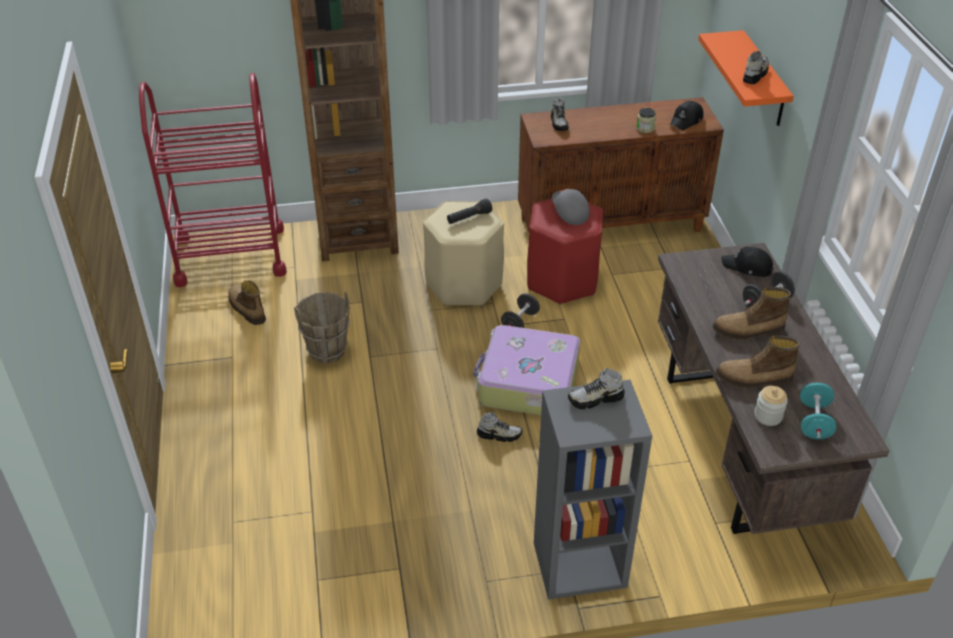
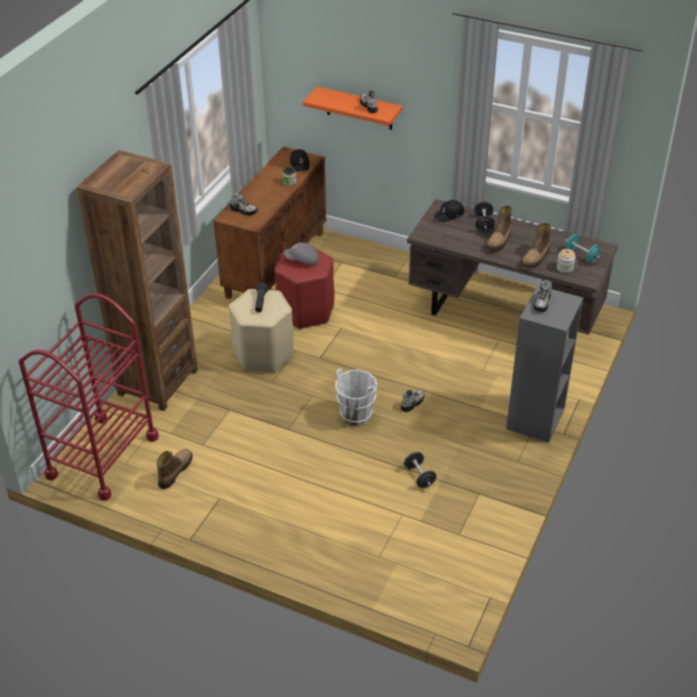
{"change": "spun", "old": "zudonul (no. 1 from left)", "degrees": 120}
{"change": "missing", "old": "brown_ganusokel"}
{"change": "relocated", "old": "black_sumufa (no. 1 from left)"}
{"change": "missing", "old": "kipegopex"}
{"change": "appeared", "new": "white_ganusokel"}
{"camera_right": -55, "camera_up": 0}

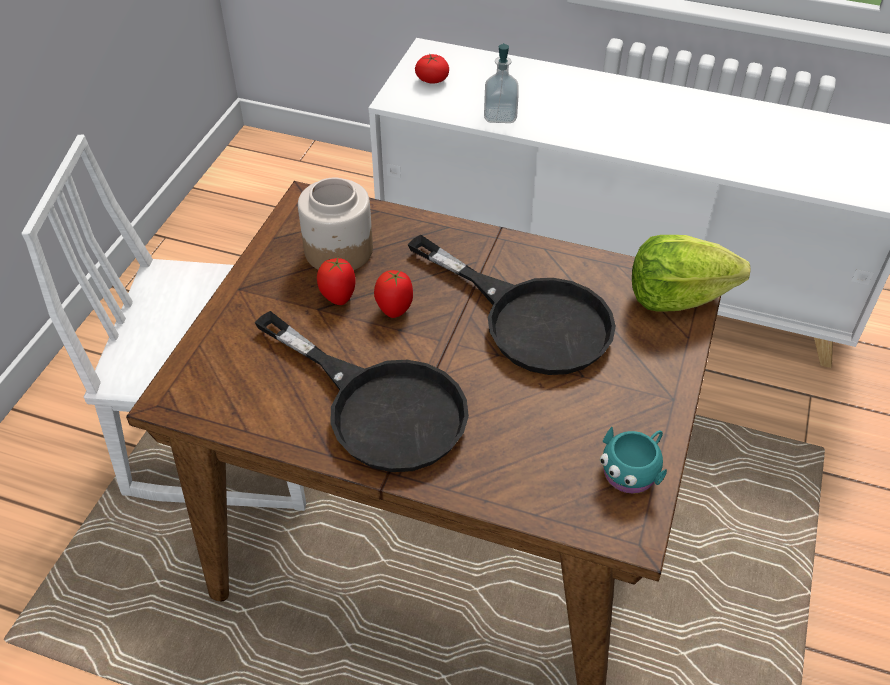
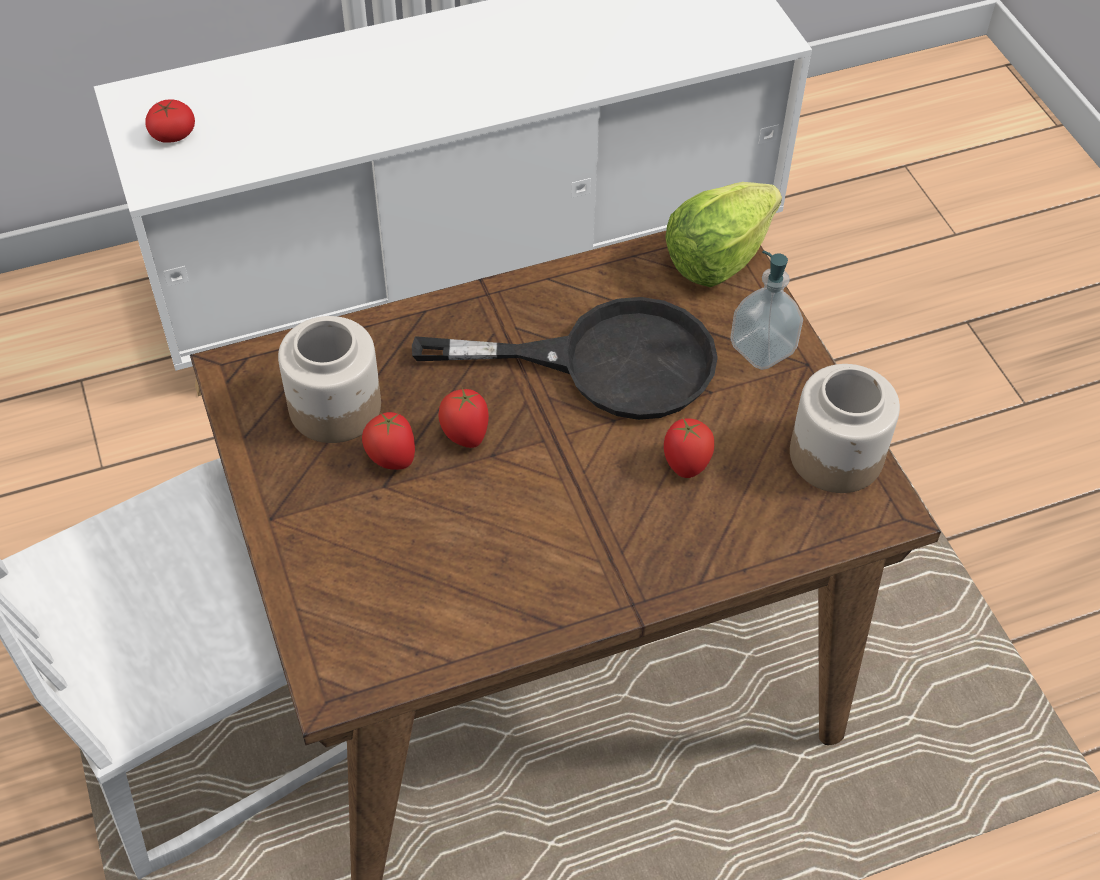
{"change": "relocated", "old": "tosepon"}
{"change": "missing", "old": "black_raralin (no. 1 from left)"}
{"change": "exchanged", "old": "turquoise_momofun", "new": "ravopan (no. 2 from left)"}
{"change": "appeared", "new": "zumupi (no. 4 from left)"}
{"camera_right": -40, "camera_up": 5}

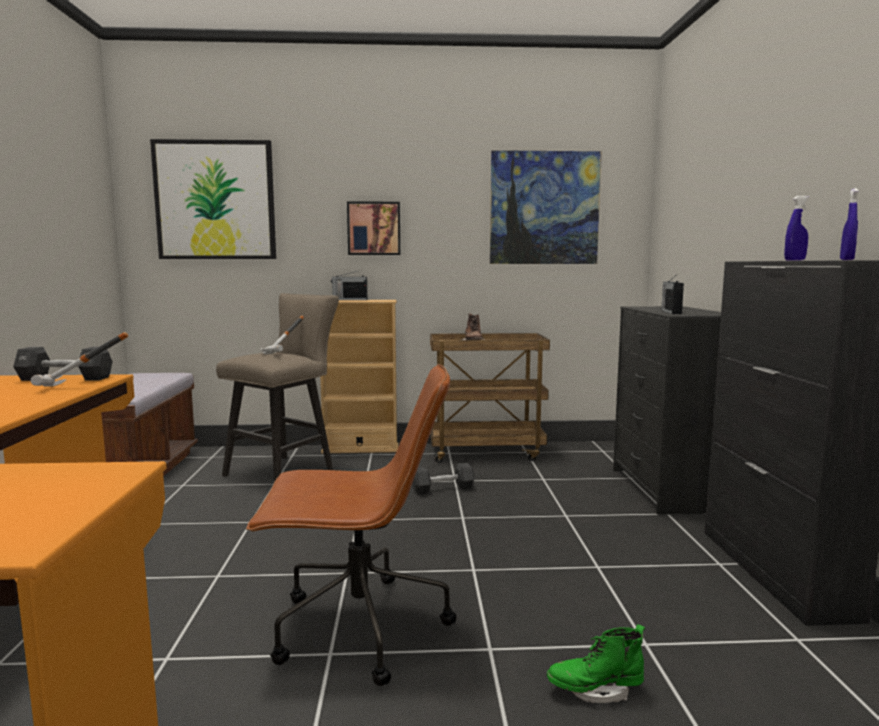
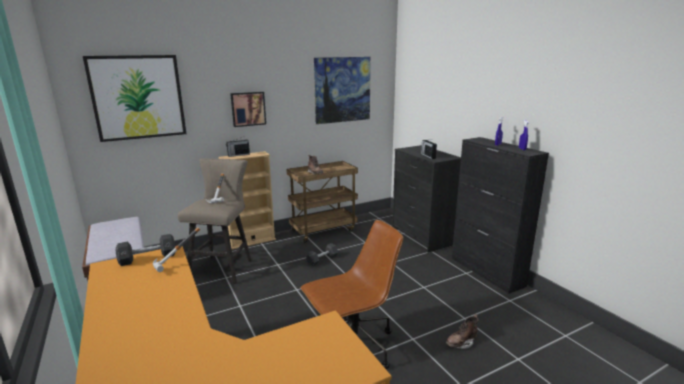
{"change": "colour", "old": "green_zudonul", "new": "brown_zudonul (no. 2 from left)"}
{"camera_right": -25, "camera_up": 10}

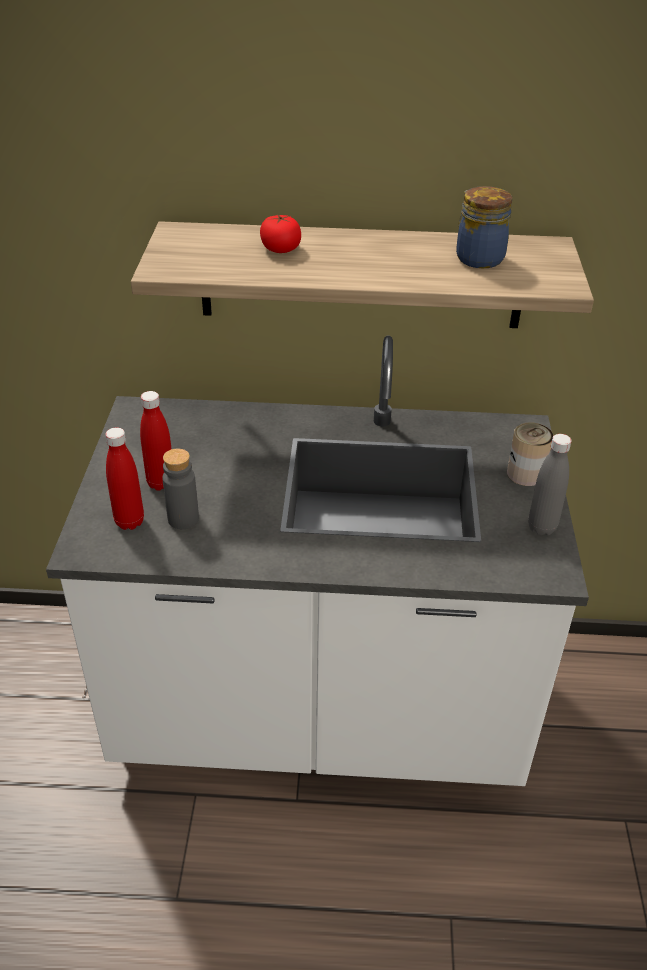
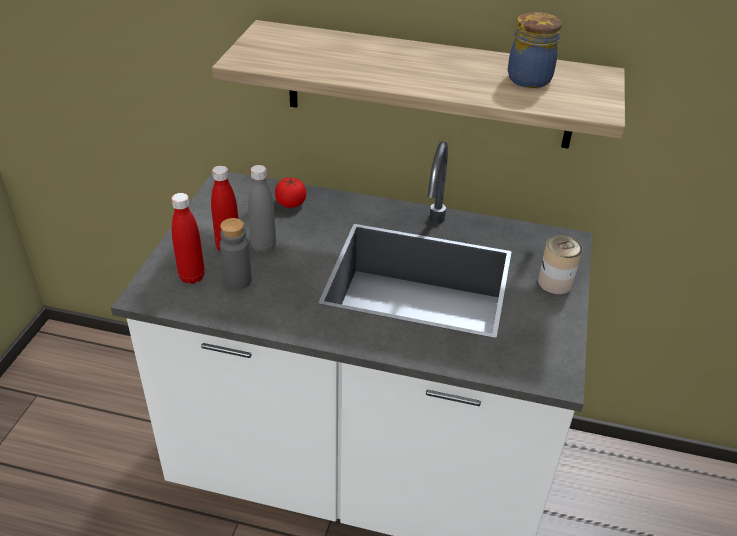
{"change": "relocated", "old": "zumupi"}
{"change": "relocated", "old": "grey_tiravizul (no. 2 from left)"}
{"camera_right": 10, "camera_up": 0}

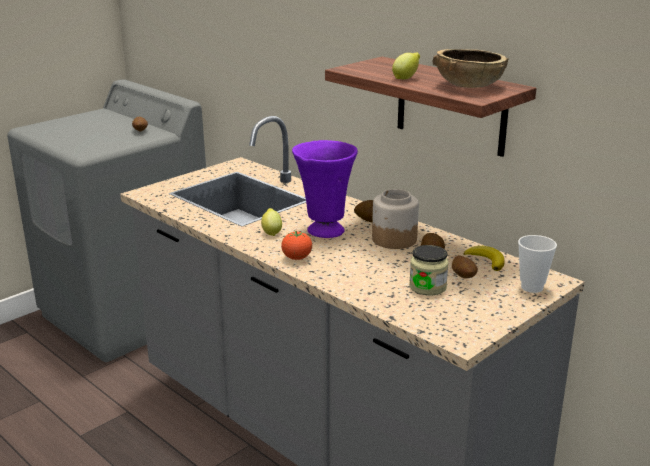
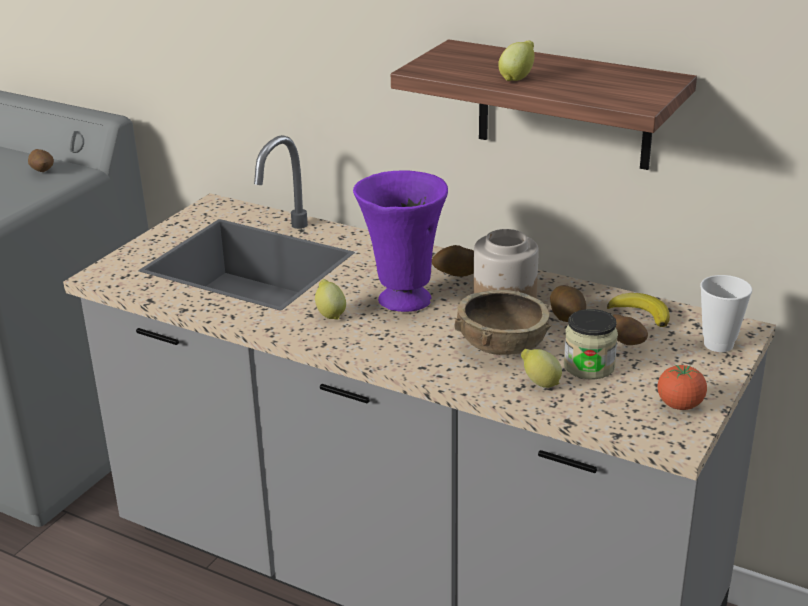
{"change": "relocated", "old": "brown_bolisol"}
{"change": "relocated", "old": "zumupi"}
{"change": "appeared", "new": "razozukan (no. 3 from left)"}
{"camera_right": -15, "camera_up": 5}

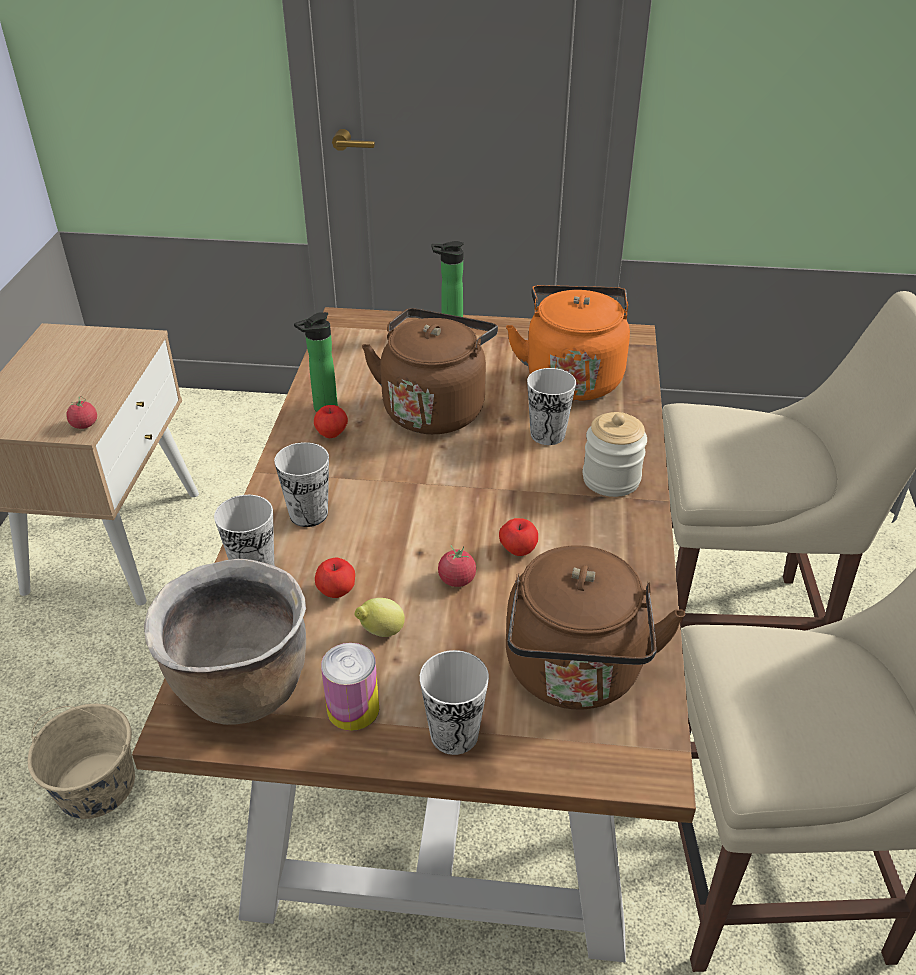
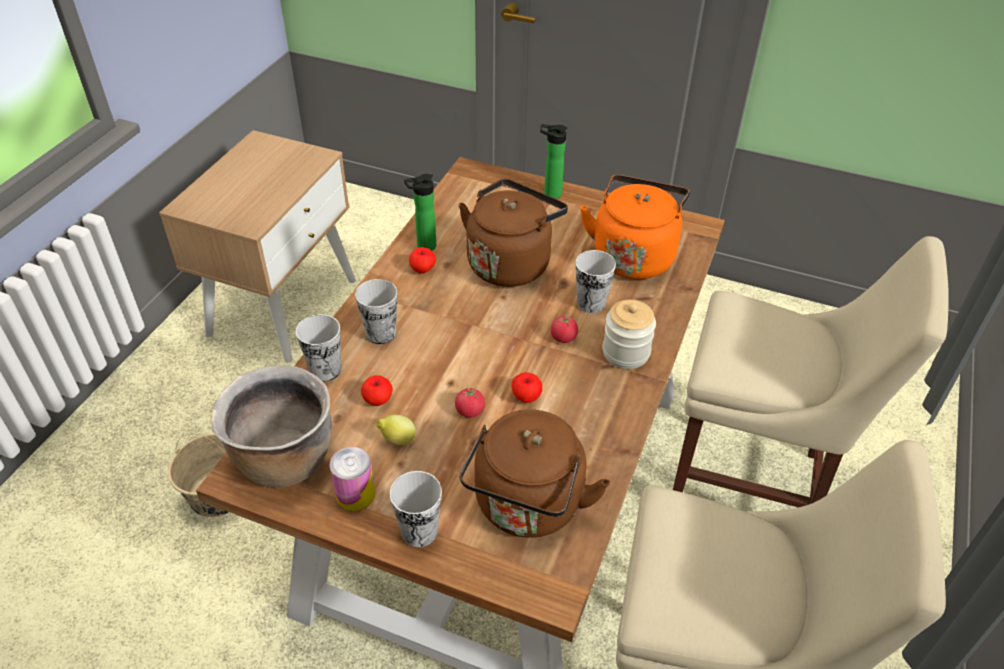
{"change": "relocated", "old": "zumupi (no. 1 from left in the first image)", "new": "zumupi (no. 2 from left)"}
{"camera_right": 15, "camera_up": 5}

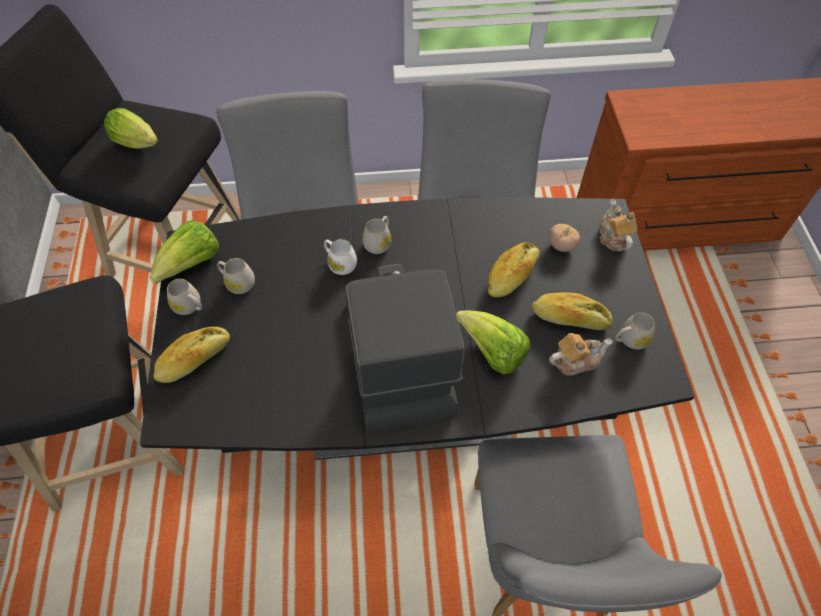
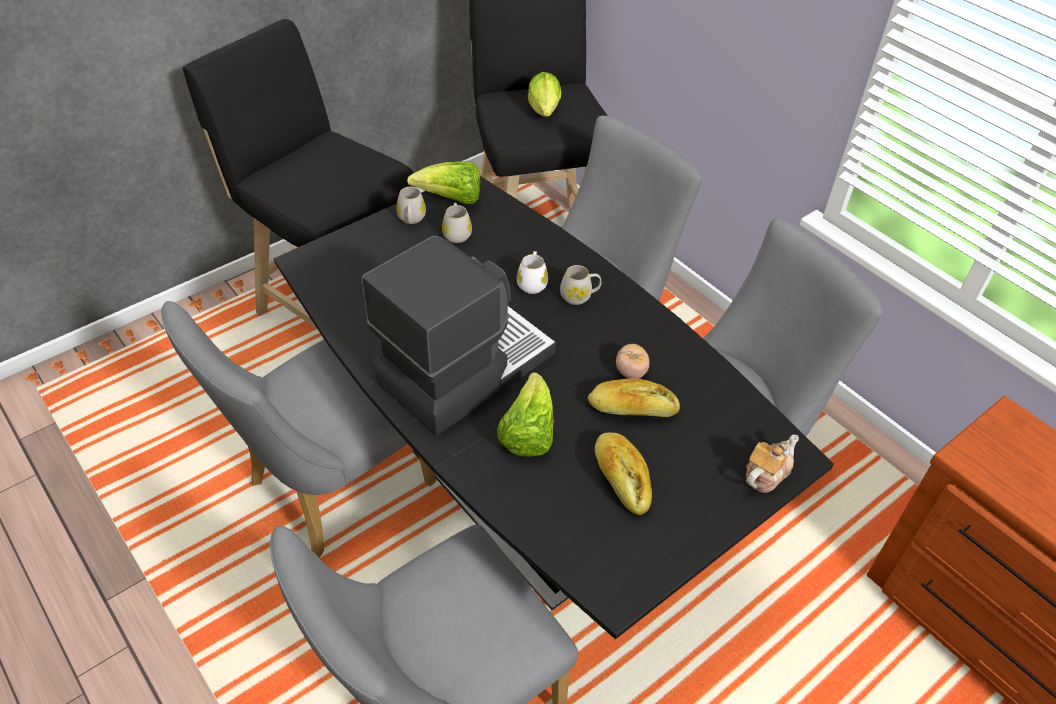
{"change": "relocated", "old": "zumupi"}
{"change": "missing", "old": "white_momofun (no. 5 from left)"}
{"change": "missing", "old": "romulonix (no. 1 from left)"}
{"change": "missing", "old": "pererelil (no. 1 from left)"}
{"change": "appeared", "new": "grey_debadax (no. 1 from left)"}
{"camera_right": 55, "camera_up": -10}

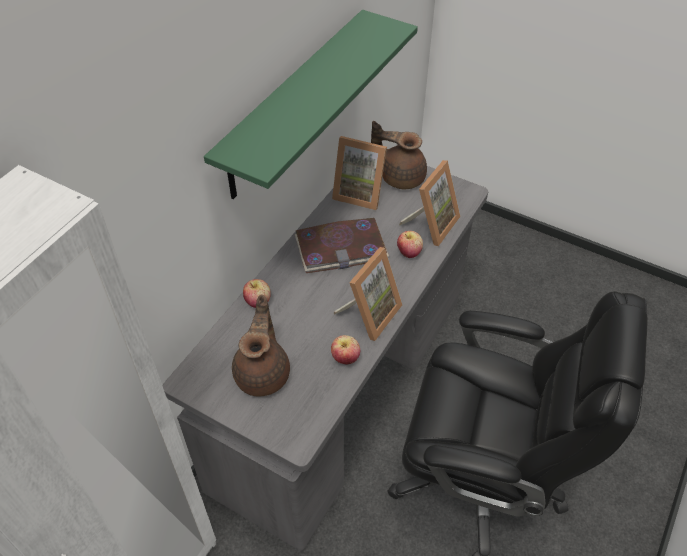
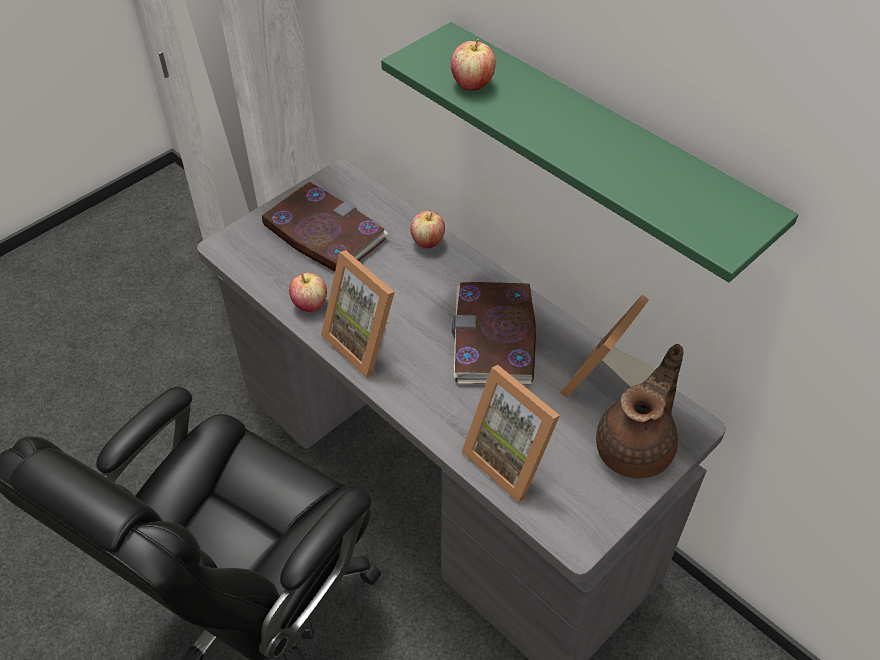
{"change": "relocated", "old": "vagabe (no. 3 from left)"}
{"change": "exchanged", "old": "brown_pererelil (no. 1 from left)", "new": "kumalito (no. 1 from left)"}
{"camera_right": 105, "camera_up": 0}

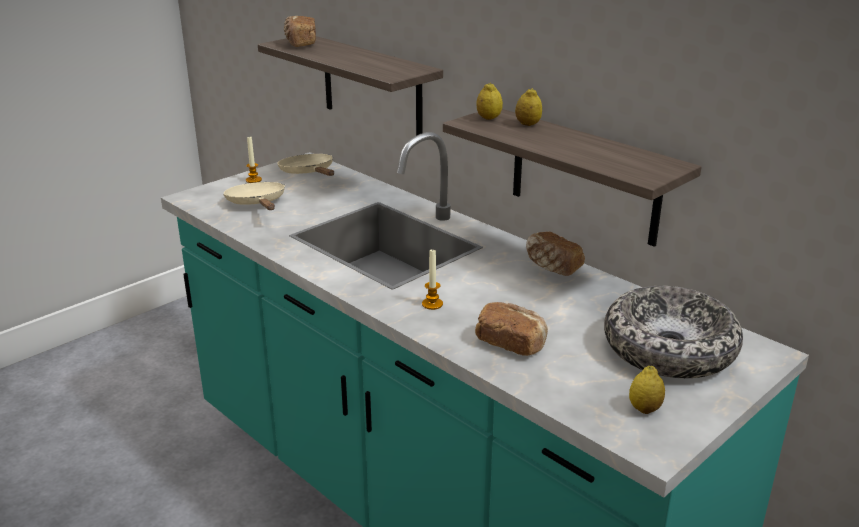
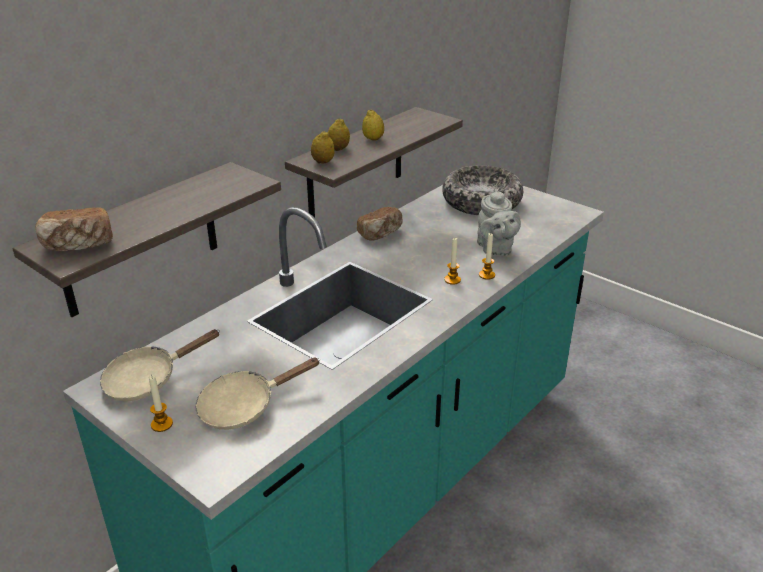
{"change": "exchanged", "old": "romulonix (no. 2 from left)", "new": "grey_pererelil"}
{"change": "relocated", "old": "razozukan (no. 3 from left)"}
{"change": "appeared", "new": "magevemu (no. 3 from left)"}
{"camera_right": -95, "camera_up": 5}

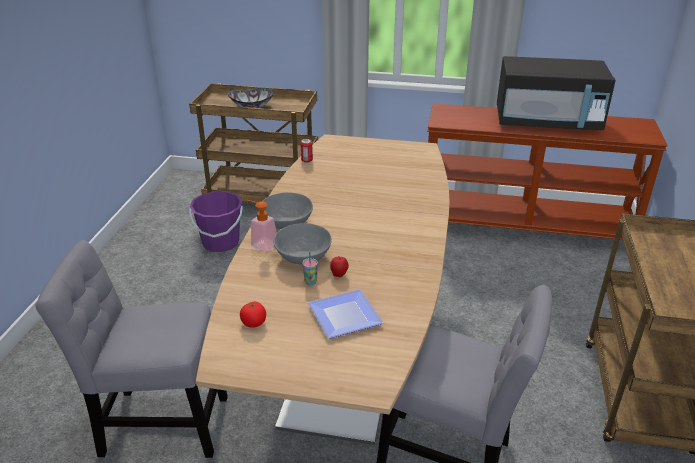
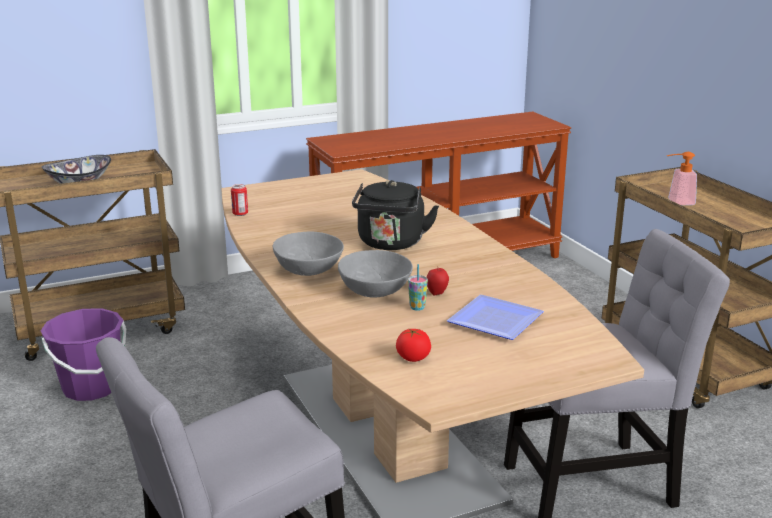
{"change": "missing", "old": "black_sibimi"}
{"change": "relocated", "old": "tosepon"}
{"change": "appeared", "new": "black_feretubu"}
{"camera_right": -35, "camera_up": -10}

